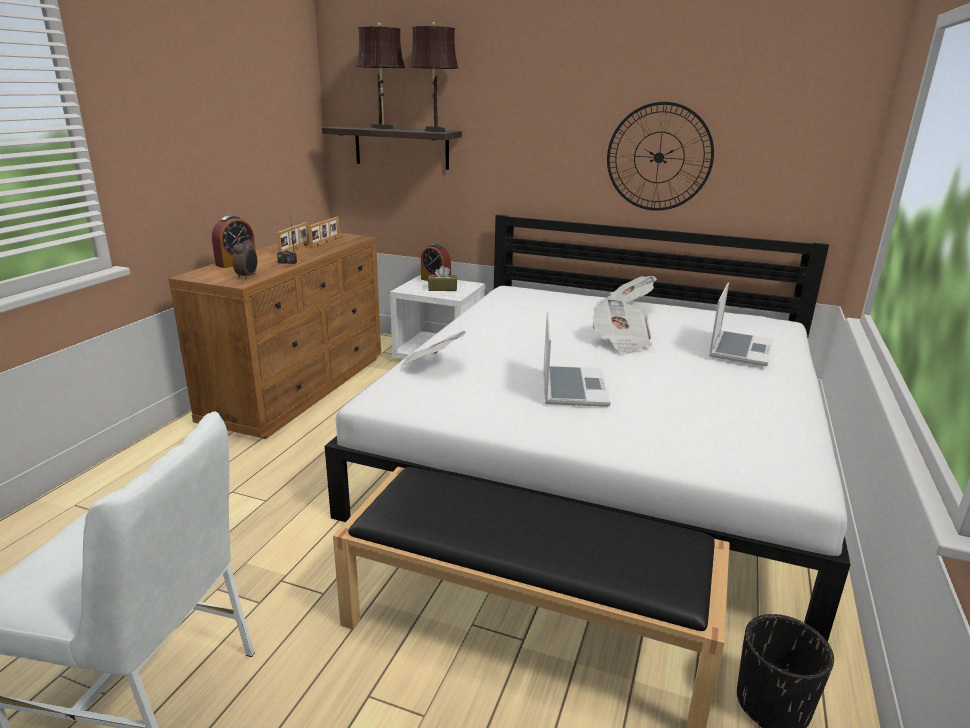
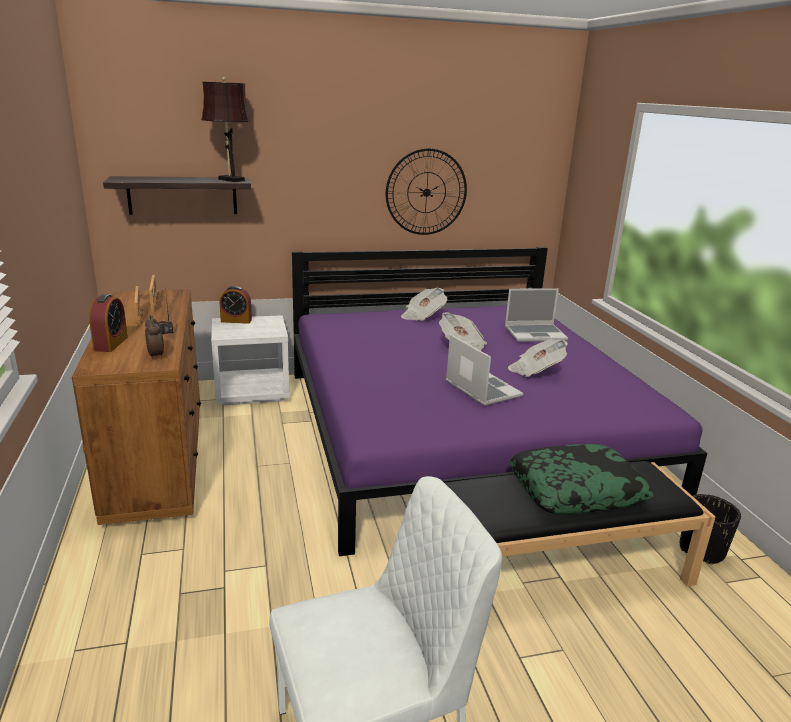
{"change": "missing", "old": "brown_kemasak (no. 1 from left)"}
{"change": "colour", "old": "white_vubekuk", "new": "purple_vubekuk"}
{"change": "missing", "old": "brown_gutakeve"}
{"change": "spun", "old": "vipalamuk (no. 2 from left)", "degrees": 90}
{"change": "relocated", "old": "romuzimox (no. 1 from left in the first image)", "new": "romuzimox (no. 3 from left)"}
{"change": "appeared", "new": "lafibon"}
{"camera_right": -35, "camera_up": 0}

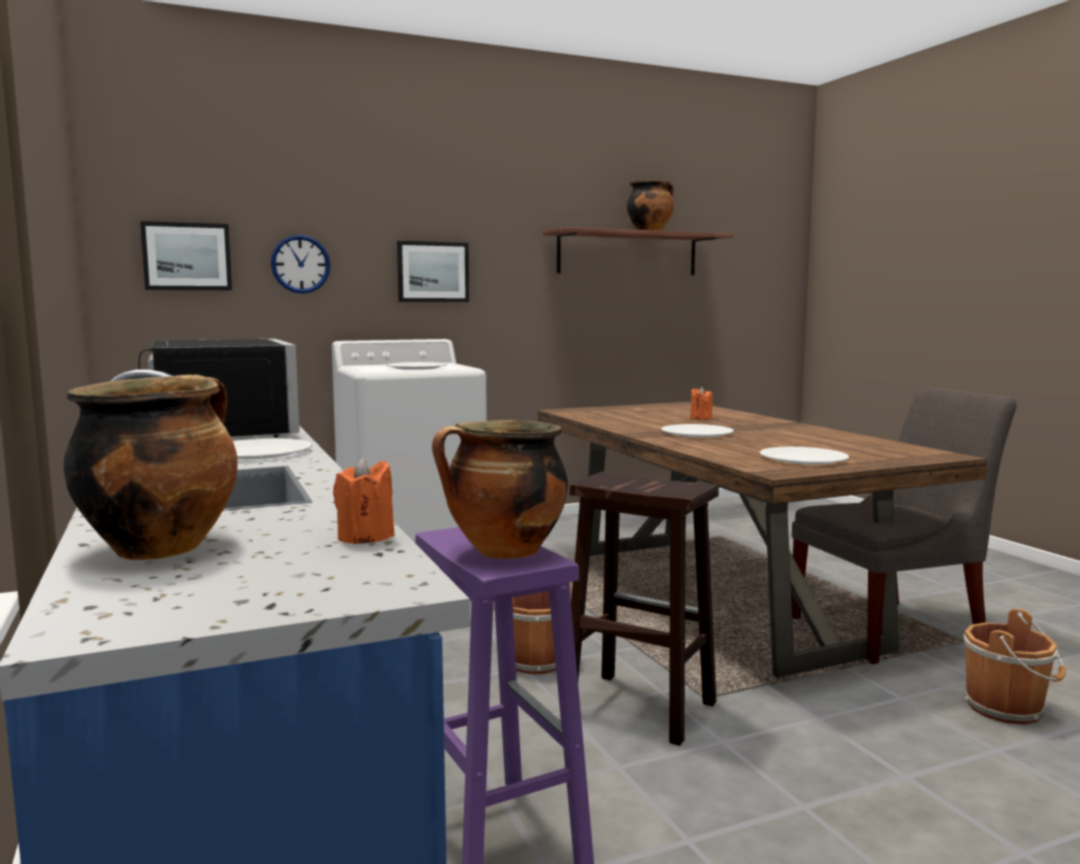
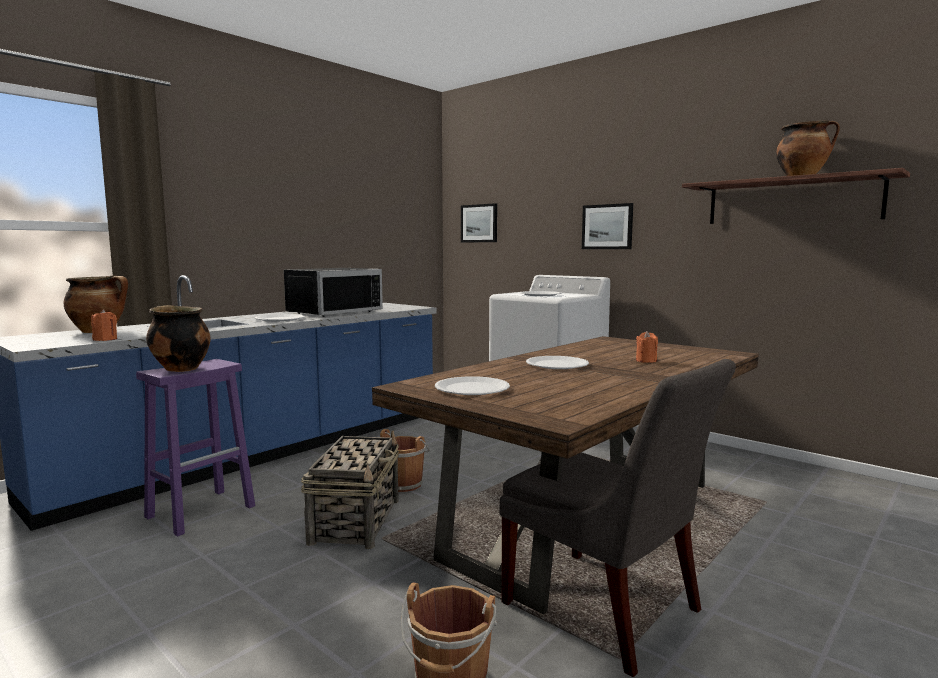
{"change": "missing", "old": "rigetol"}
{"change": "exchanged", "old": "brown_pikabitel", "new": "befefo"}
{"camera_right": 65, "camera_up": 0}

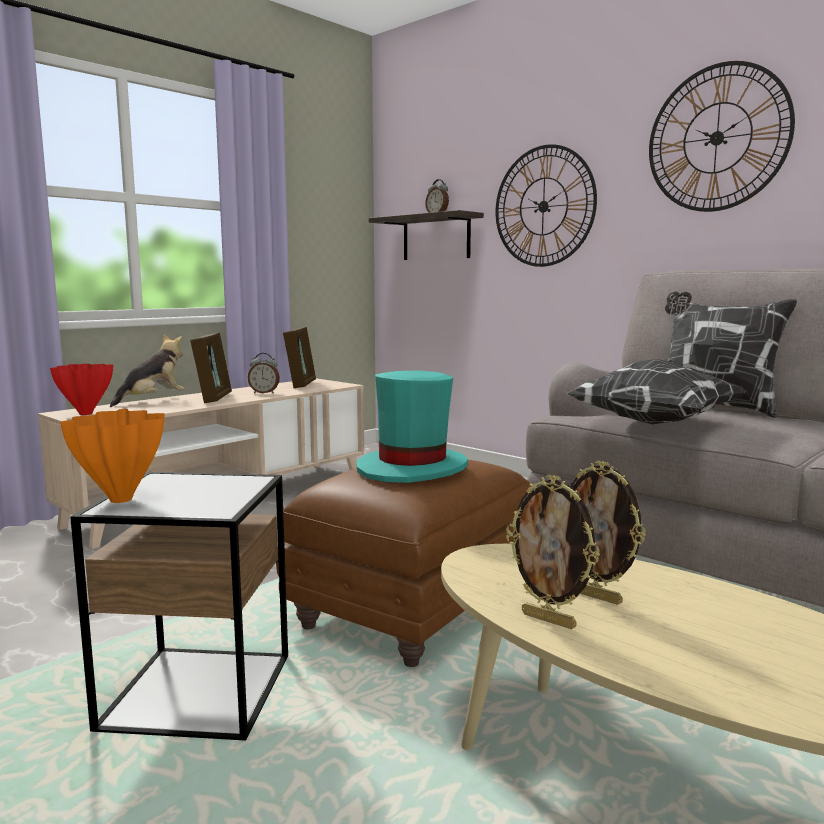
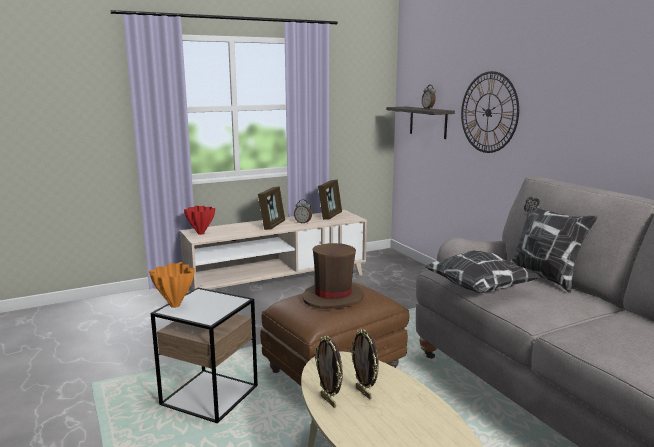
{"change": "missing", "old": "rigetol (no. 2 from left)"}
{"change": "missing", "old": "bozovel"}
{"change": "colour", "old": "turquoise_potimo", "new": "brown_potimo"}
{"camera_right": 20, "camera_up": 5}

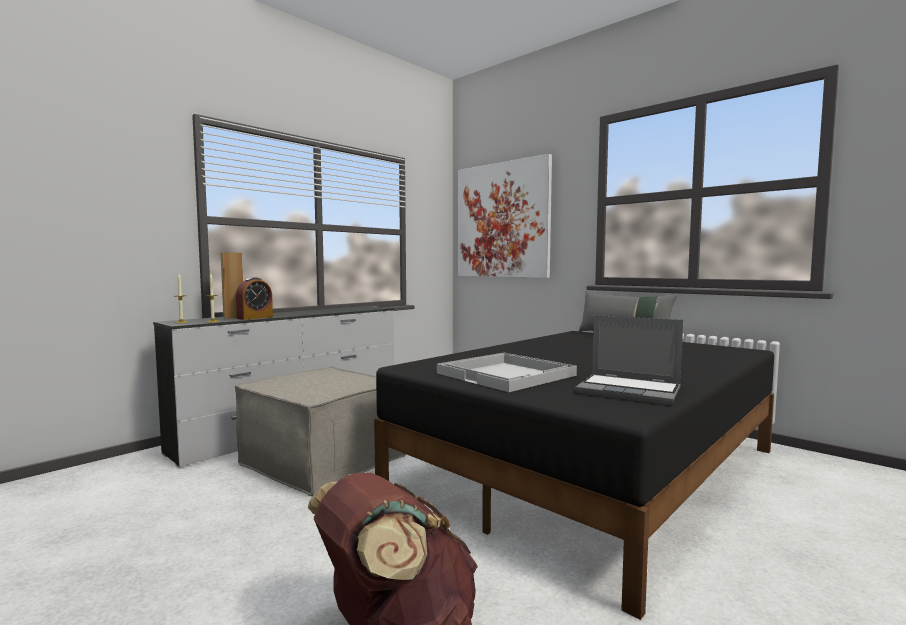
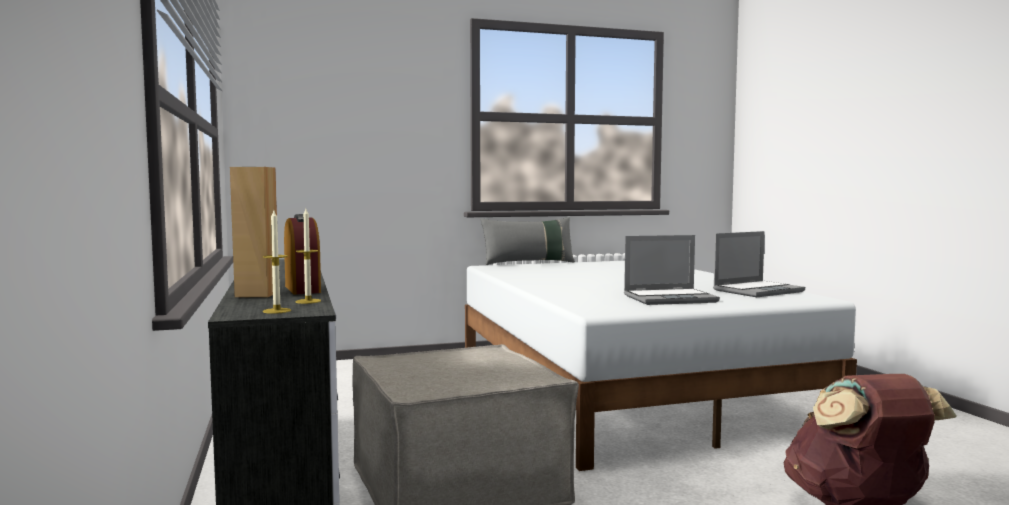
{"change": "missing", "old": "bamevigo"}
{"change": "colour", "old": "black_vubekuk", "new": "white_vubekuk"}
{"change": "exchanged", "old": "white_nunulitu", "new": "vipalamuk (no. 1 from left)"}
{"camera_right": -60, "camera_up": 0}

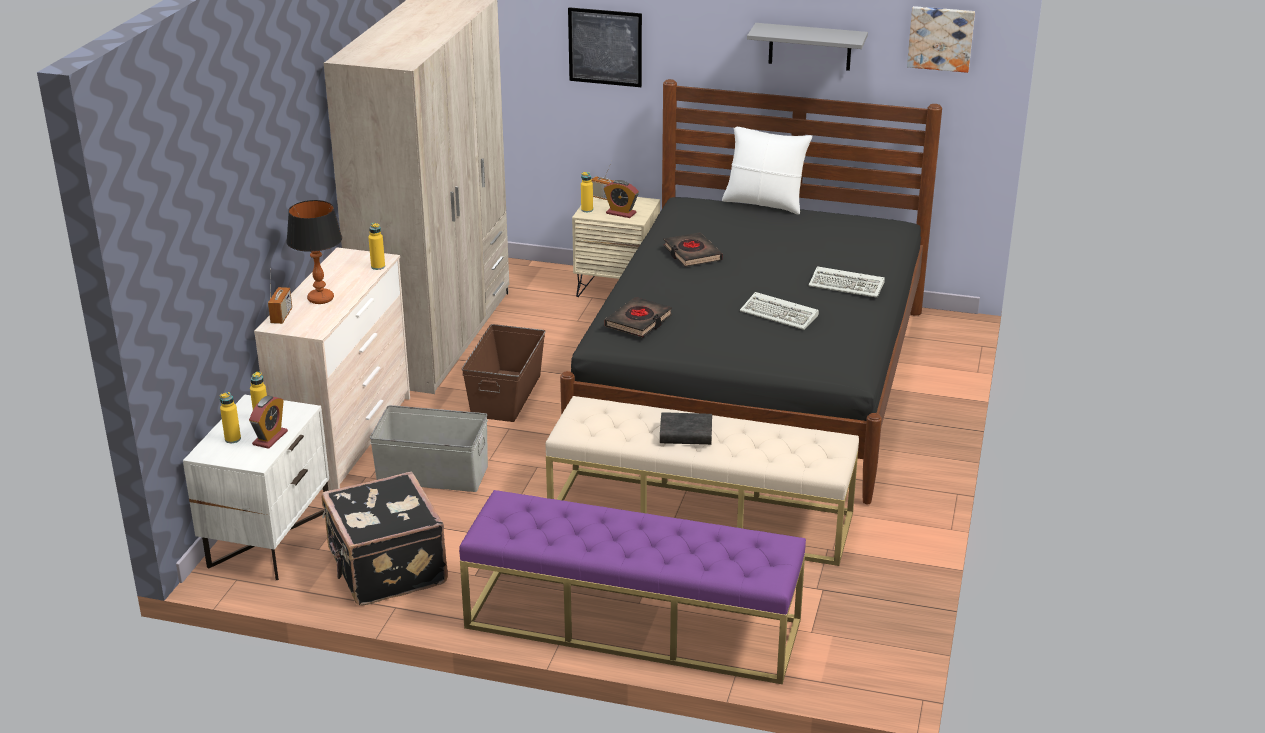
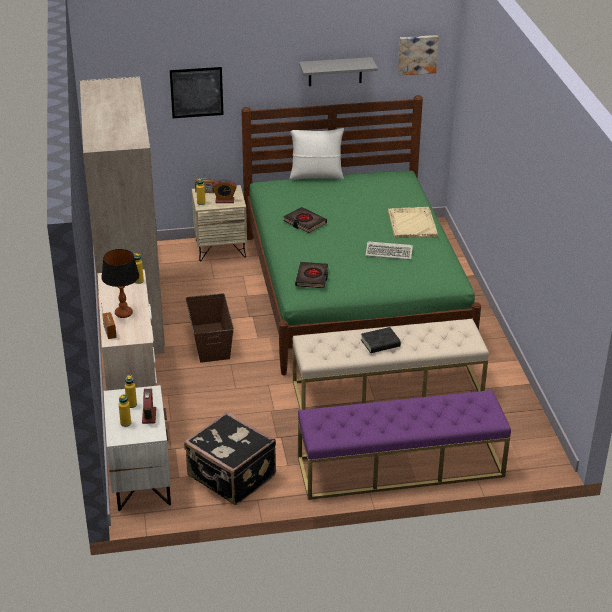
{"change": "colour", "old": "black_vubekuk", "new": "green_vubekuk"}
{"change": "exchanged", "old": "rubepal (no. 2 from left)", "new": "beige_nunulitu"}
{"change": "missing", "old": "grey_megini"}
{"camera_right": -25, "camera_up": 5}

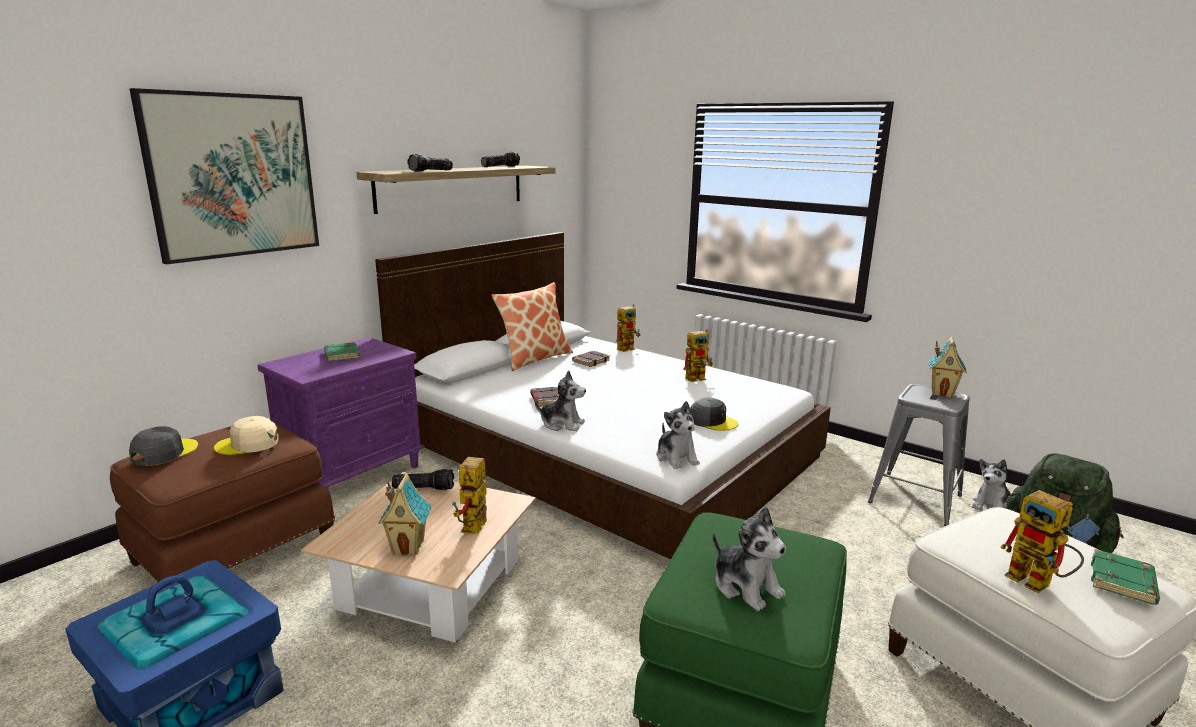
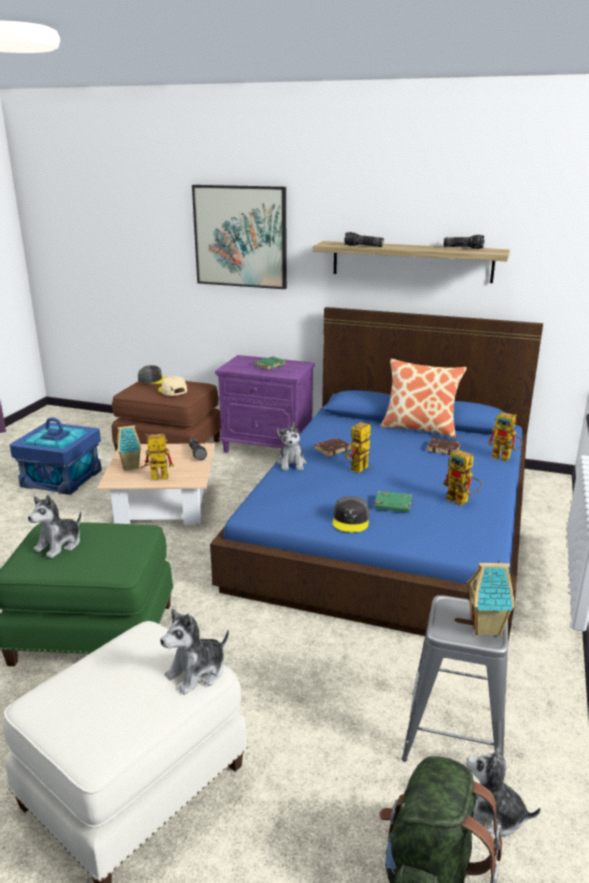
{"change": "colour", "old": "white_vubekuk", "new": "blue_vubekuk"}
{"change": "relocated", "old": "bozovel (no. 2 from left)"}
{"change": "relocated", "old": "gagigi (no. 4 from left in the first image)", "new": "gagigi (no. 2 from left)"}
{"change": "relocated", "old": "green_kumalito (no. 2 from left)"}
{"camera_right": 70, "camera_up": 5}

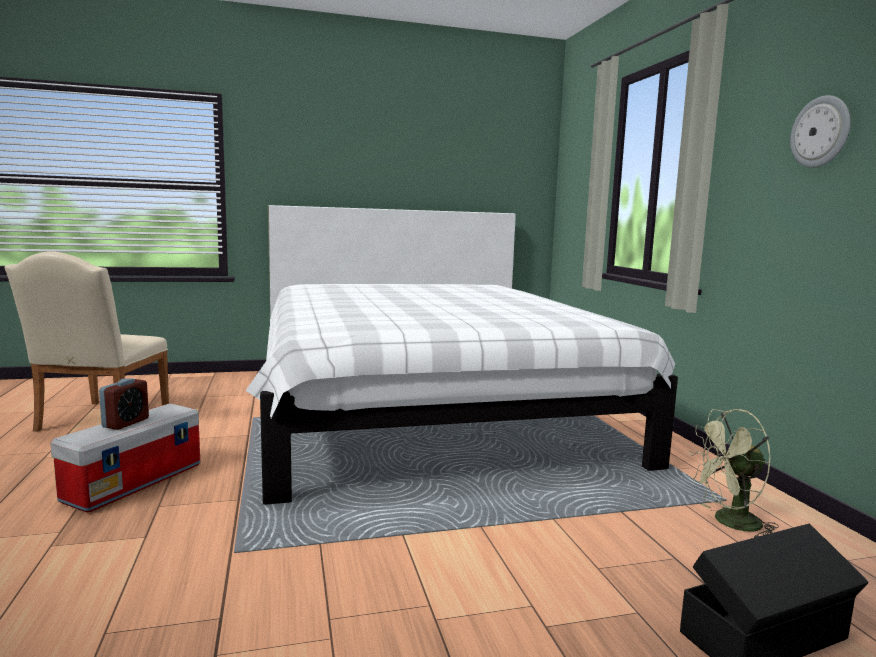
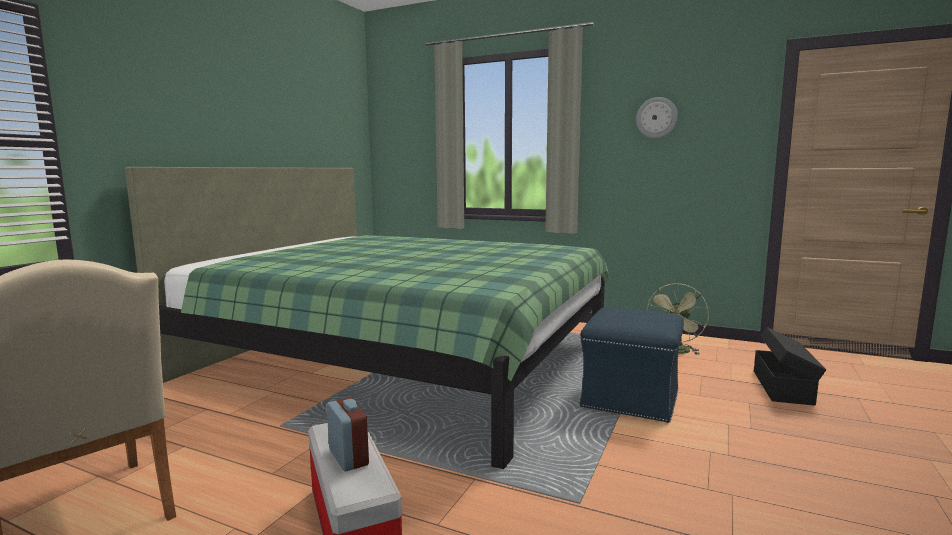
{"change": "colour", "old": "white_vubekuk", "new": "green_vubekuk"}
{"change": "appeared", "new": "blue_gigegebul"}
{"camera_right": -50, "camera_up": 0}

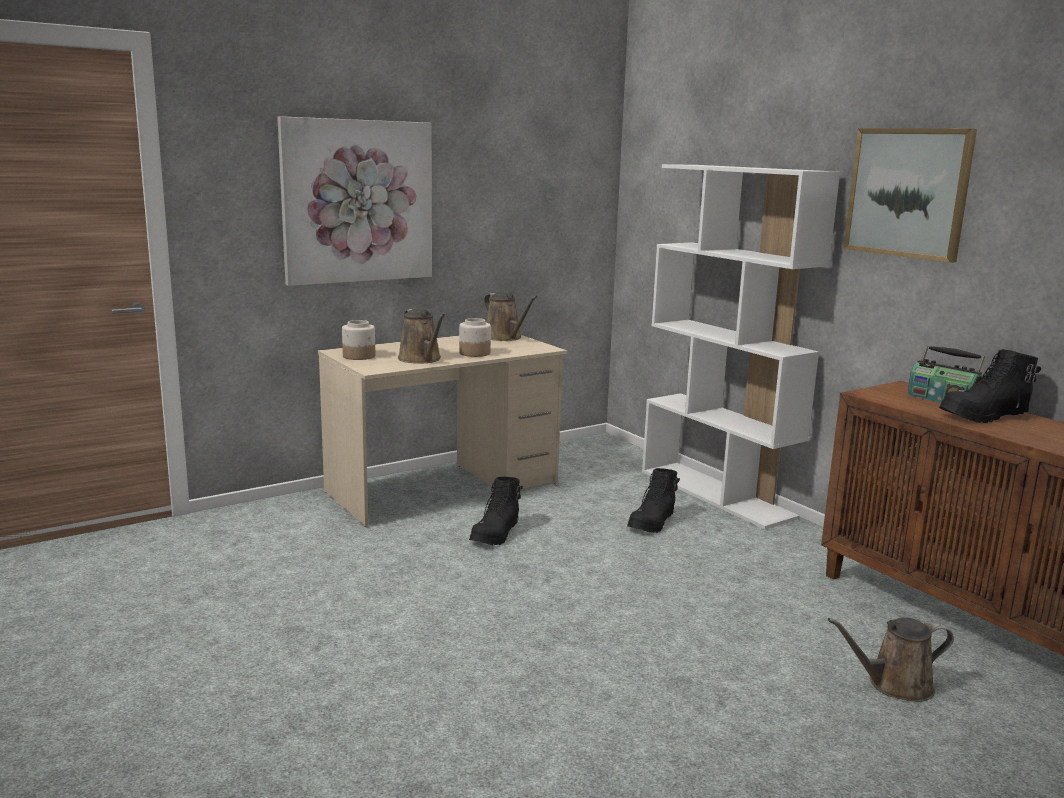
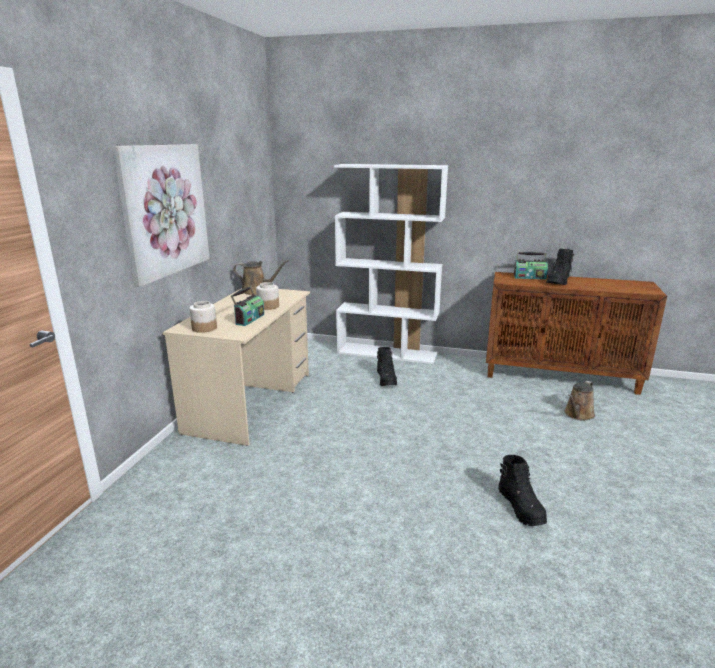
{"change": "missing", "old": "bamevigo (no. 2 from left)"}
{"change": "exchanged", "old": "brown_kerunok (no. 1 from left)", "new": "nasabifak (no. 1 from left)"}
{"change": "relocated", "old": "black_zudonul (no. 1 from left in the first image)", "new": "black_zudonul (no. 2 from left)"}
{"camera_right": -40, "camera_up": 5}

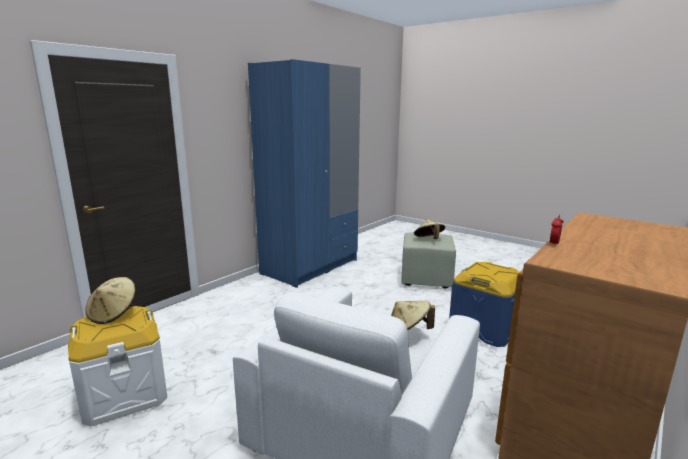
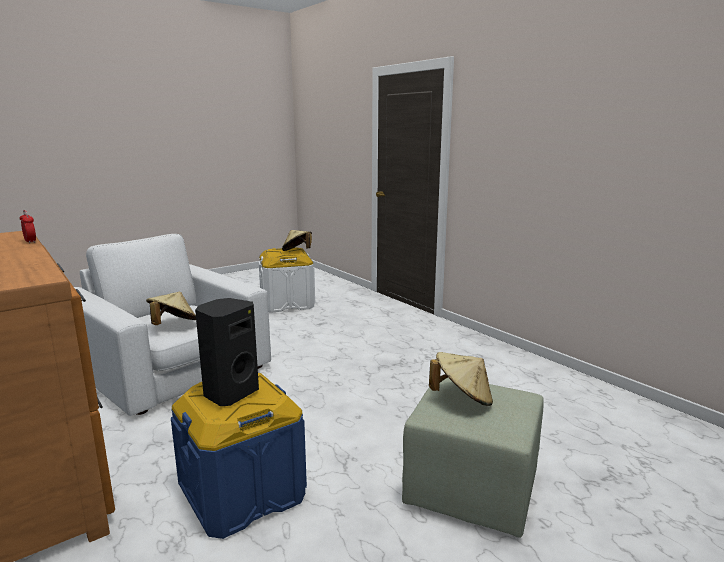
{"change": "missing", "old": "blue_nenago"}
{"change": "appeared", "new": "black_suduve"}
{"camera_right": 105, "camera_up": 0}

